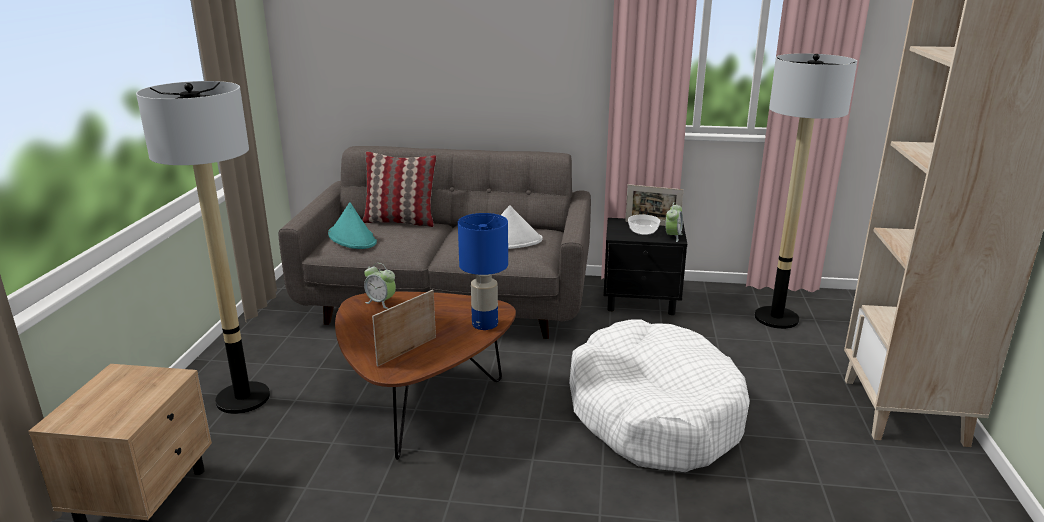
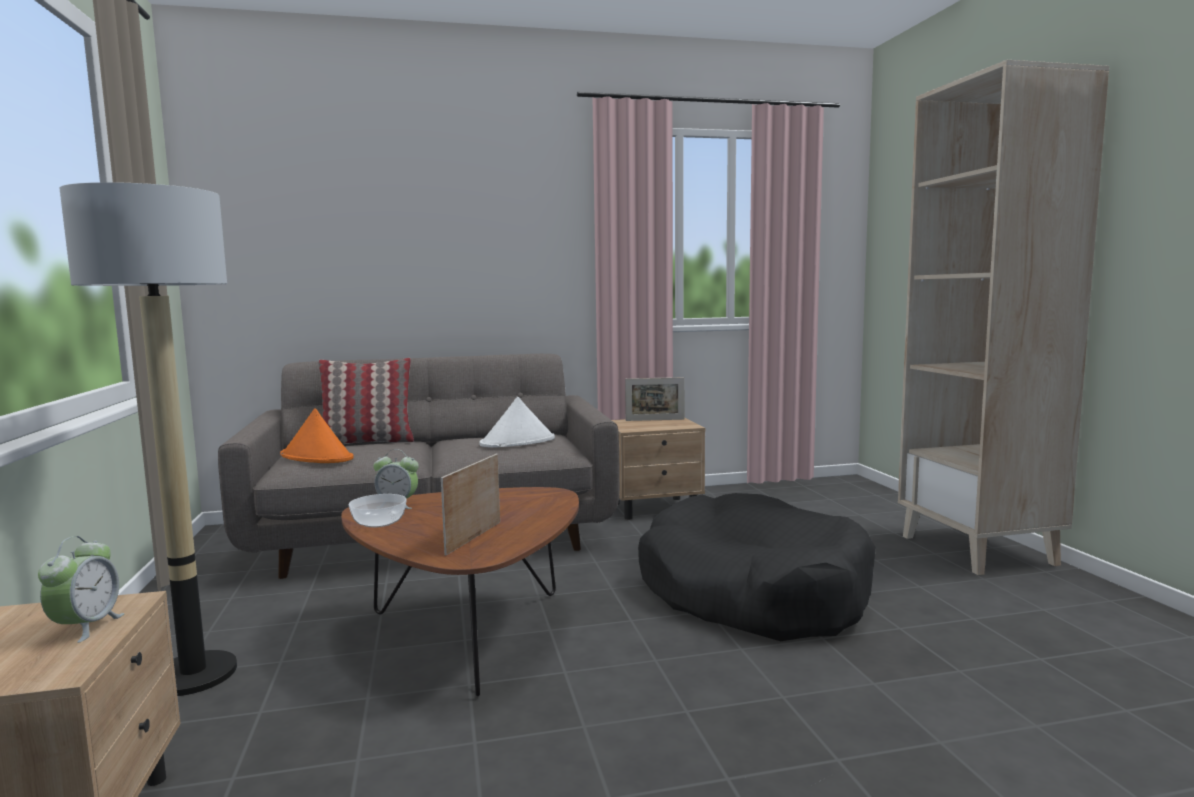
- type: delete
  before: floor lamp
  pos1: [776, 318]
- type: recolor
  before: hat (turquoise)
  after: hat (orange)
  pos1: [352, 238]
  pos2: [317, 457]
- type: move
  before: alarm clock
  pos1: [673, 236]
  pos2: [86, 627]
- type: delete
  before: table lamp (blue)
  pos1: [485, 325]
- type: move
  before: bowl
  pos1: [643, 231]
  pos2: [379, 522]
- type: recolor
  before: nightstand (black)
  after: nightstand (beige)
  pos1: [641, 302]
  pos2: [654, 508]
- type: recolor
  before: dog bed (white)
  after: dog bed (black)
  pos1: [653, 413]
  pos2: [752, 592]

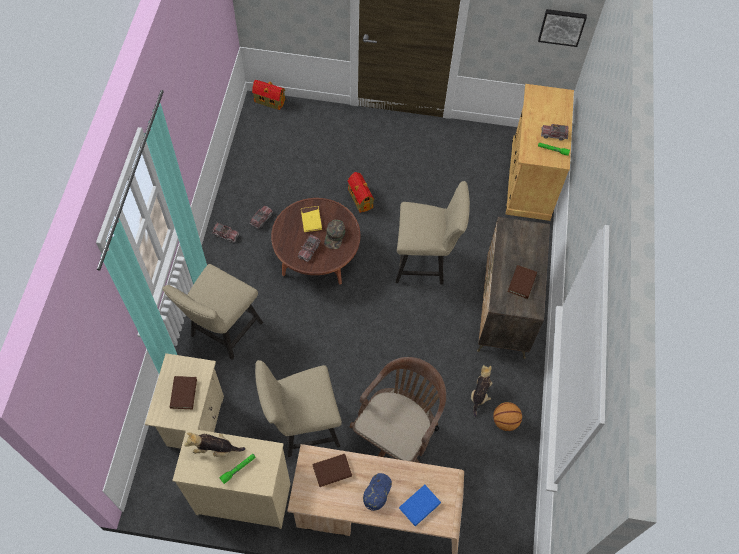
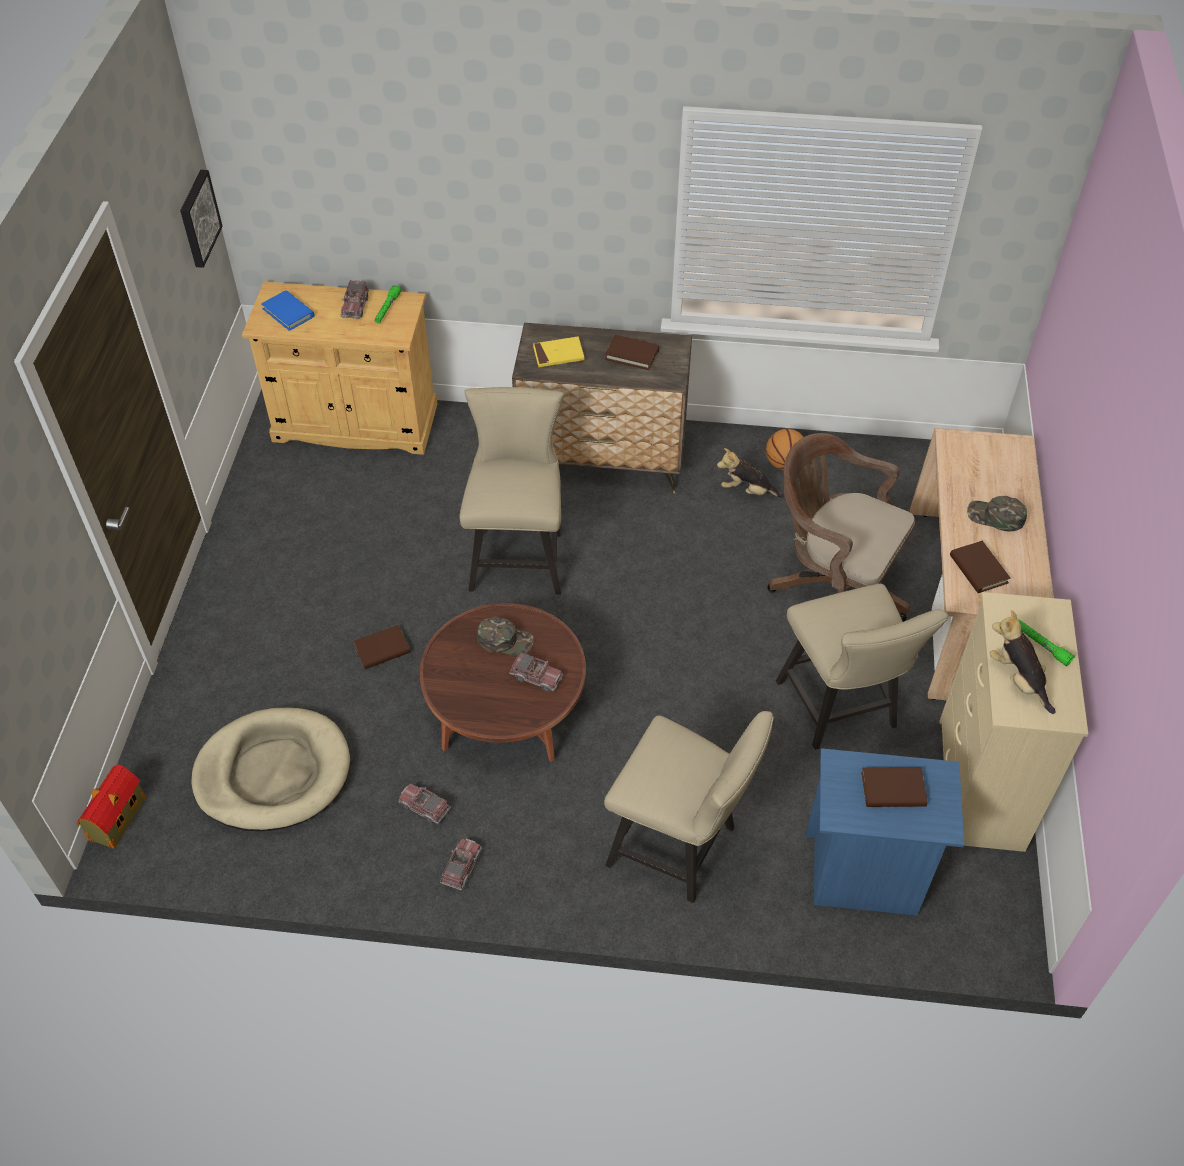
- type: replace
  before: toy house
  after: book (brown)
  pos1: [360, 198]
  pos2: [382, 649]
- type: move
  before: book (yellow)
  pos1: [311, 220]
  pos2: [558, 354]
- type: recolor
  before: nightstand (beige)
  after: nightstand (blue)
  pos1: [194, 422]
  pos2: [863, 875]
- type: rotate
  before: plush toy
  pos1: [215, 449]
  pos2: [1018, 679]
  turn: 150
- type: recolor
  before: cap (blue)
  after: cap (green)
  pos1: [377, 492]
  pos2: [995, 517]
- type: move
  before: book (blue)
  pos1: [419, 506]
  pos2: [288, 313]
- type: insert
  after: dog bed (beige)
  pos2: [273, 773]

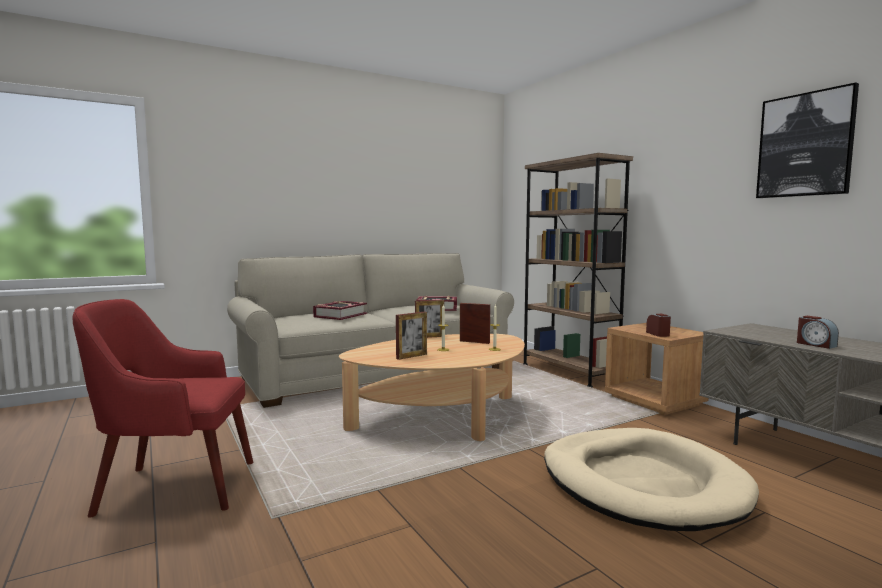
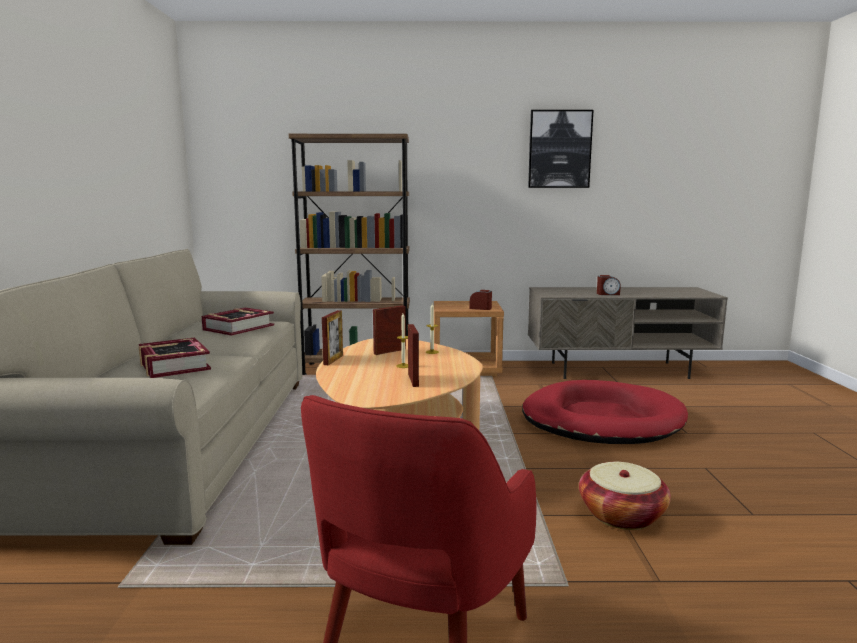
- type: recolor
  before: dog bed (beige)
  after: dog bed (red)
  pos1: [641, 483]
  pos2: [601, 420]
- type: insert
  after: basket
  pos2: [622, 515]

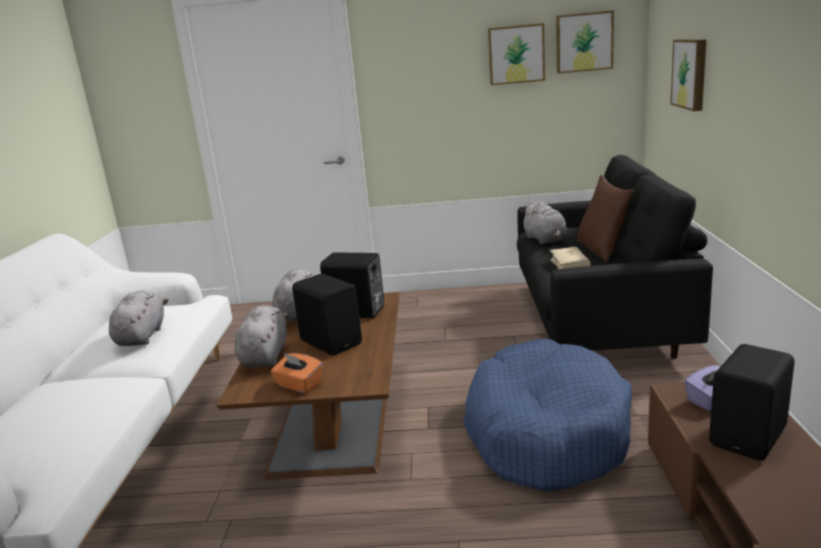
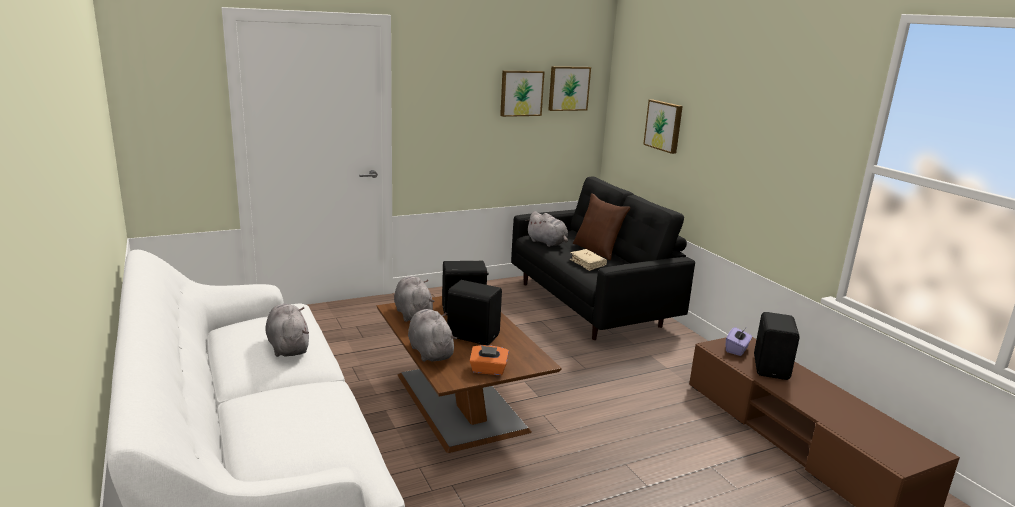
- type: delete
  before: dog bed (blue)
  pos1: [545, 432]

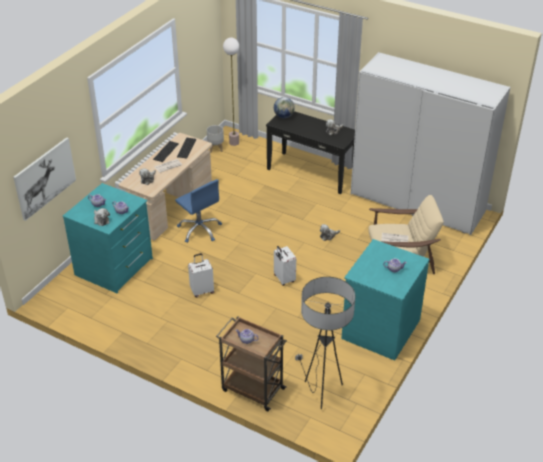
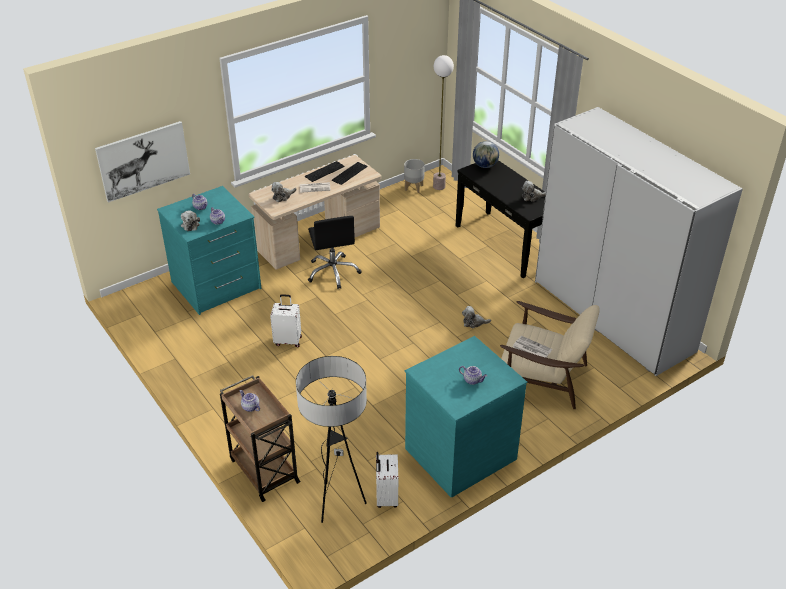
- type: recolor
  before: office chair (blue)
  after: office chair (black)
  pos1: [199, 229]
  pos2: [333, 272]
- type: move
  before: suitcase (white)
  pos1: [283, 279]
  pos2: [386, 497]

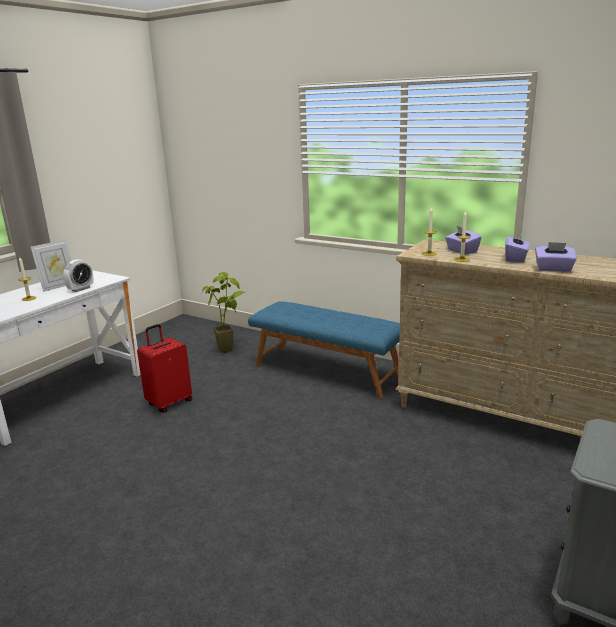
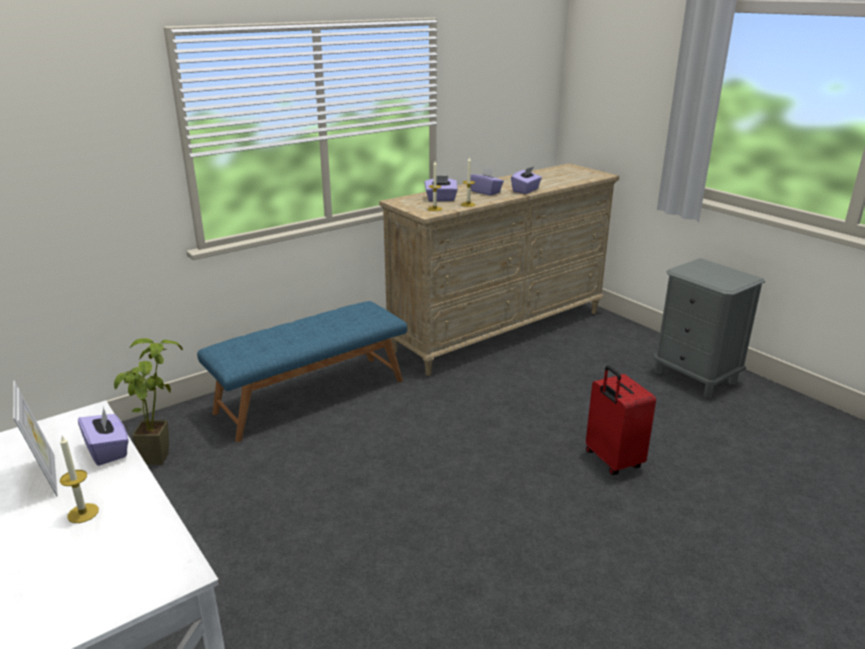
- type: replace
  before: alarm clock
  after: tissue box (purple)
  pos1: [81, 289]
  pos2: [108, 450]
- type: move
  before: suitcase (red)
  pos1: [169, 403]
  pos2: [612, 460]

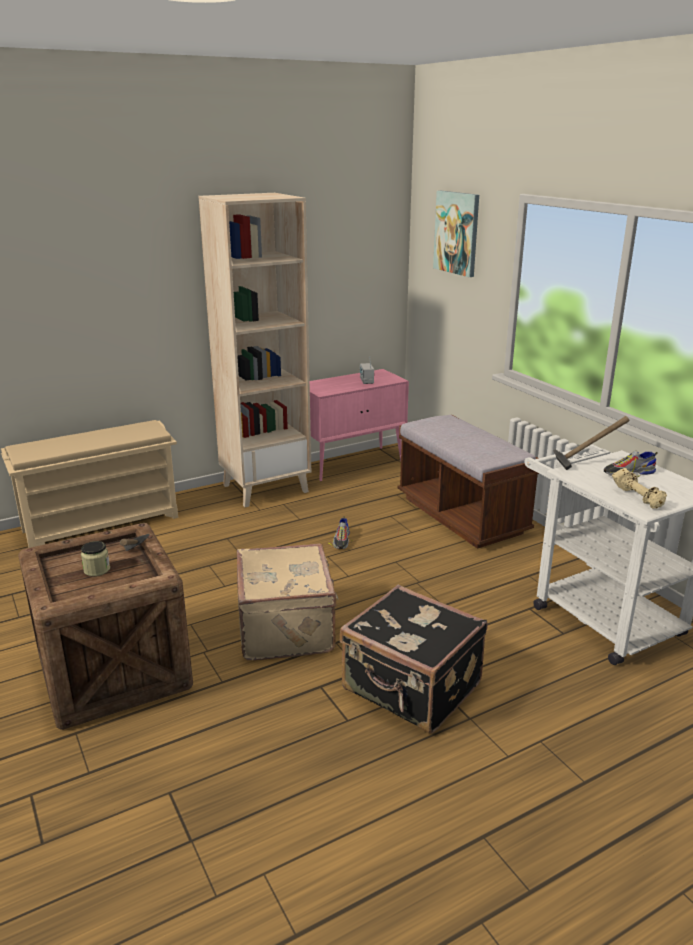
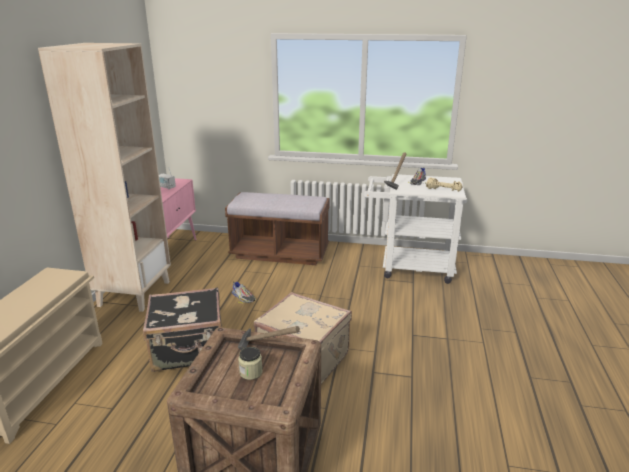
- type: delete
  before: picture
  pos1: [457, 233]
- type: move
  before: suitcase (black)
  pos1: [411, 688]
  pos2: [189, 350]

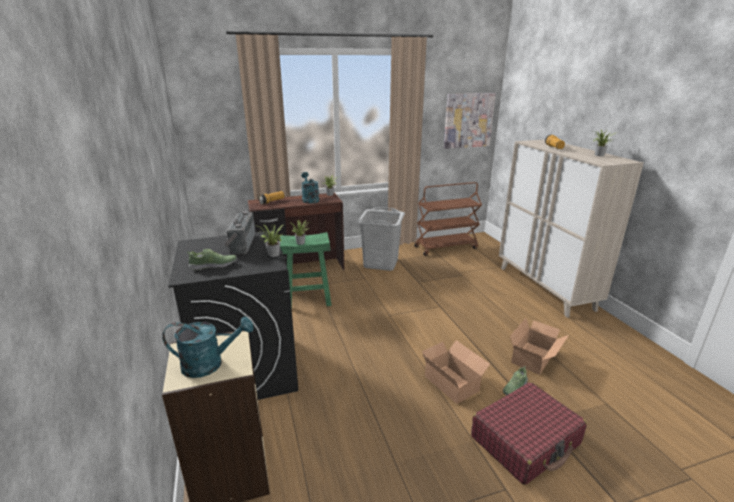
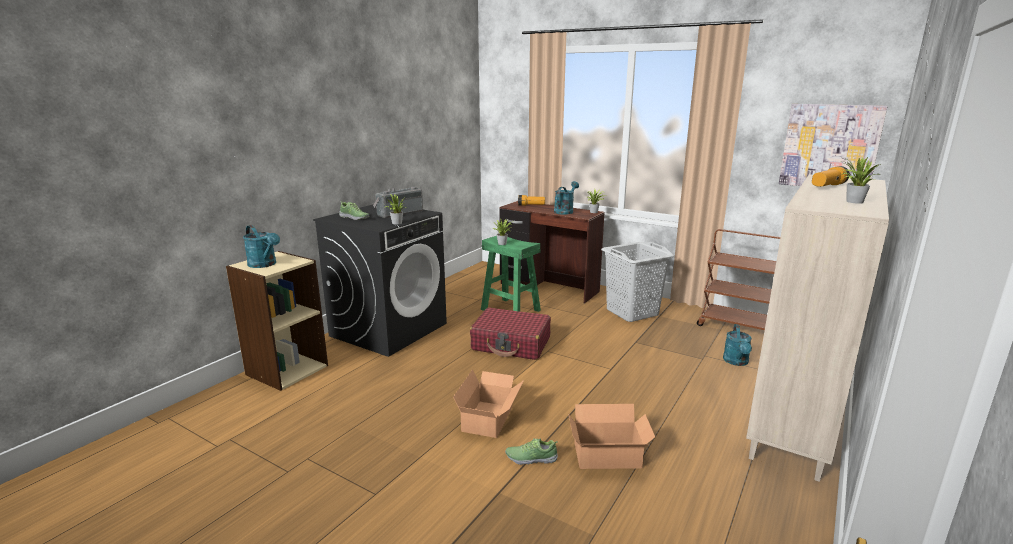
- type: move
  before: suitcase (red)
  pos1: [525, 441]
  pos2: [511, 344]
- type: insert
  after: watering can (turquoise)
  pos2: [736, 362]

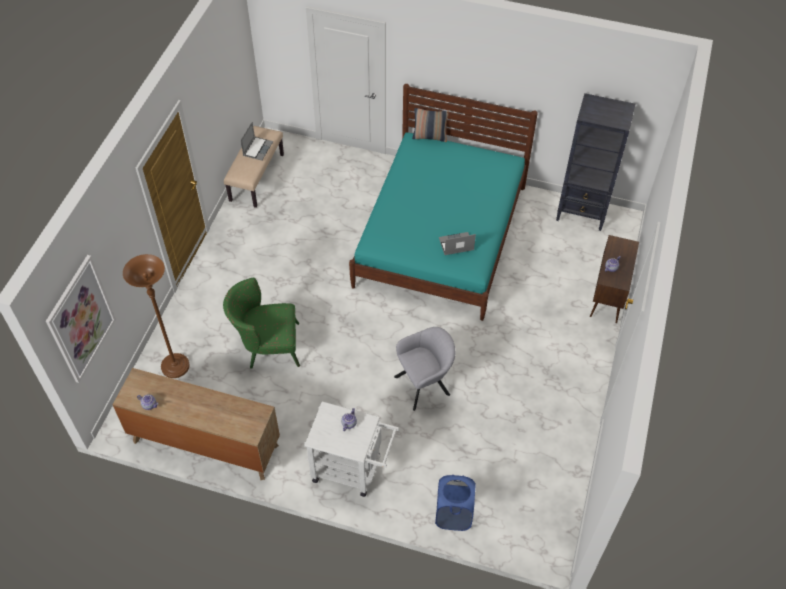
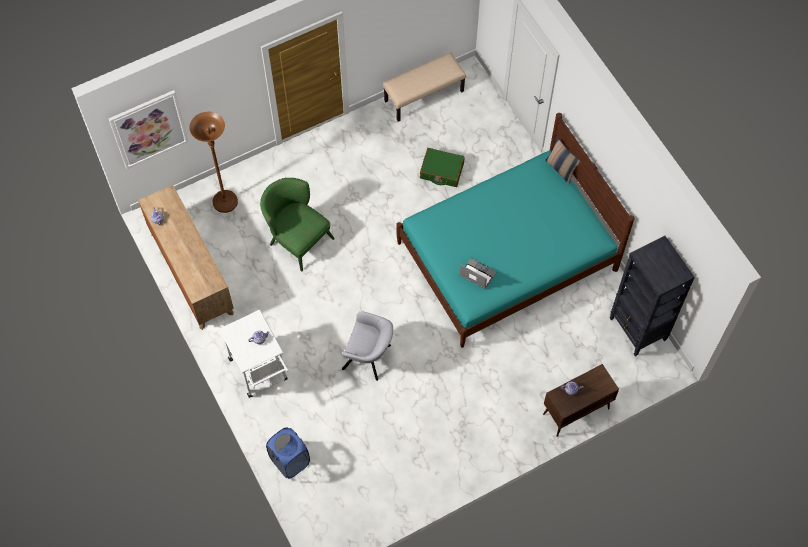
- type: delete
  before: laptop
  pos1: [257, 148]
- type: insert
  after: suitcase (green)
  pos2: [441, 171]

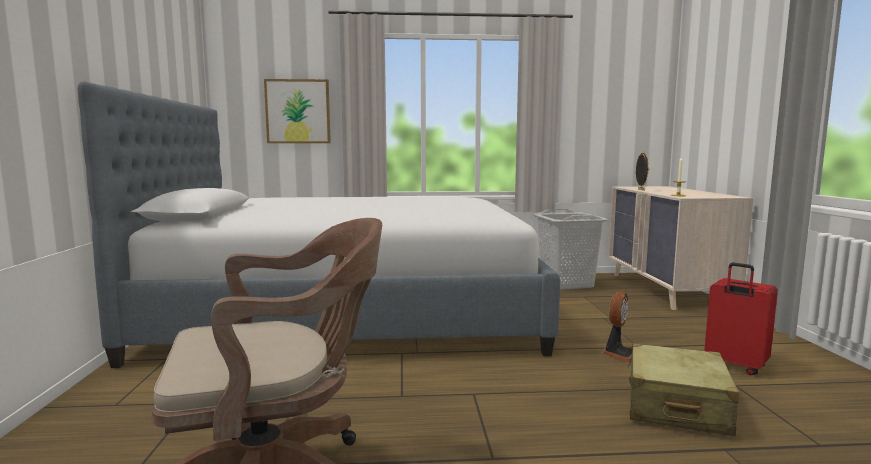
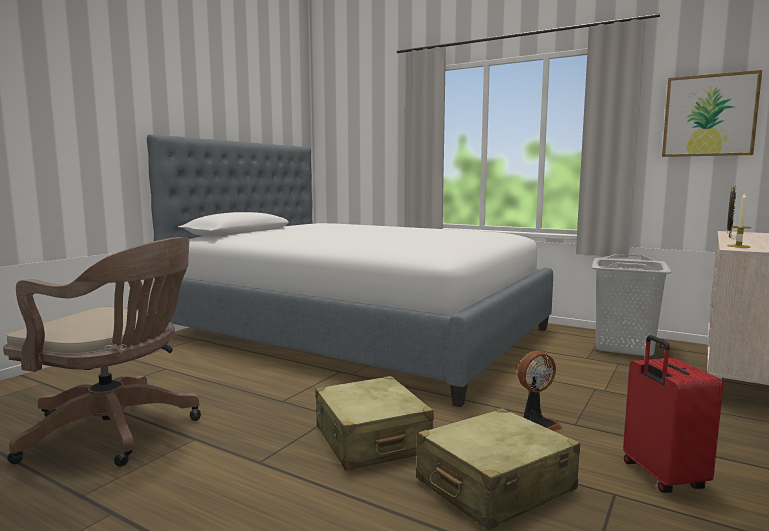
- type: move
  before: picture
  pos1: [298, 111]
  pos2: [709, 115]
- type: insert
  after: suitcase (beige)
  pos2: [371, 440]

